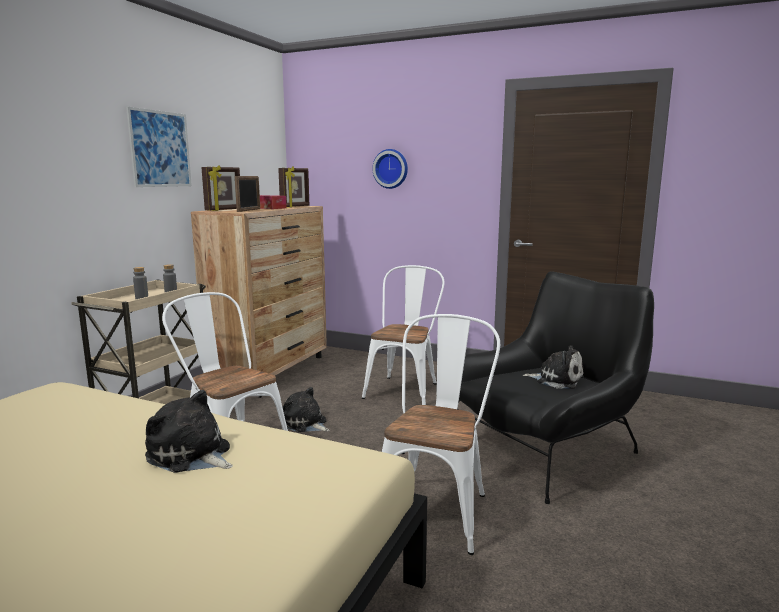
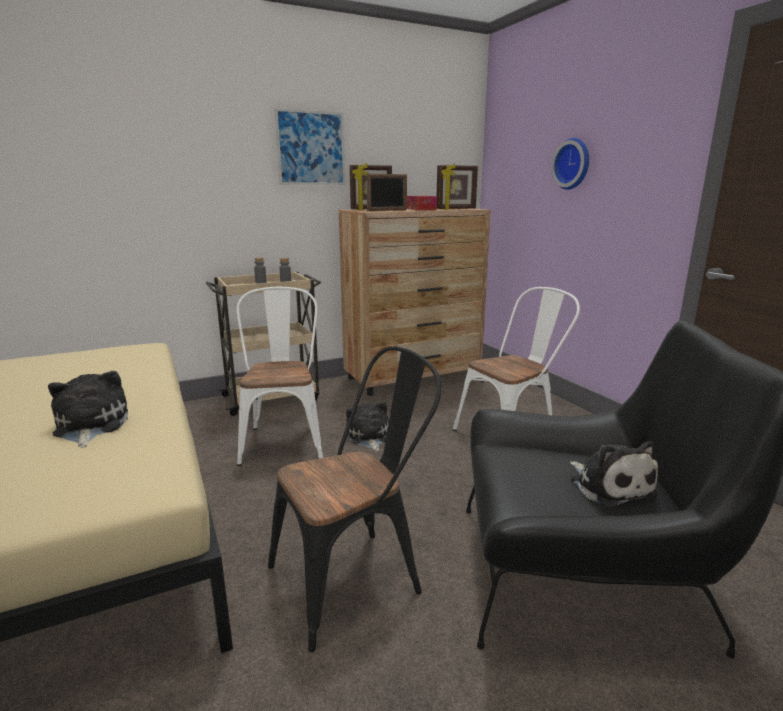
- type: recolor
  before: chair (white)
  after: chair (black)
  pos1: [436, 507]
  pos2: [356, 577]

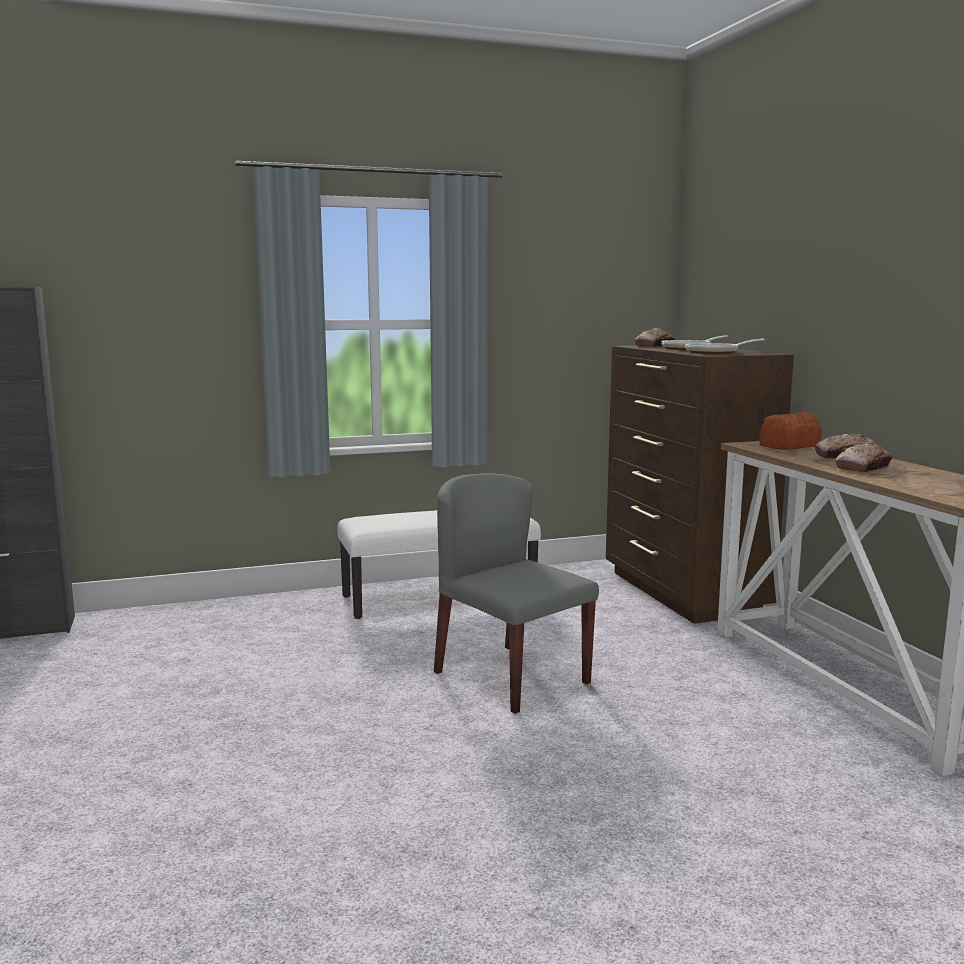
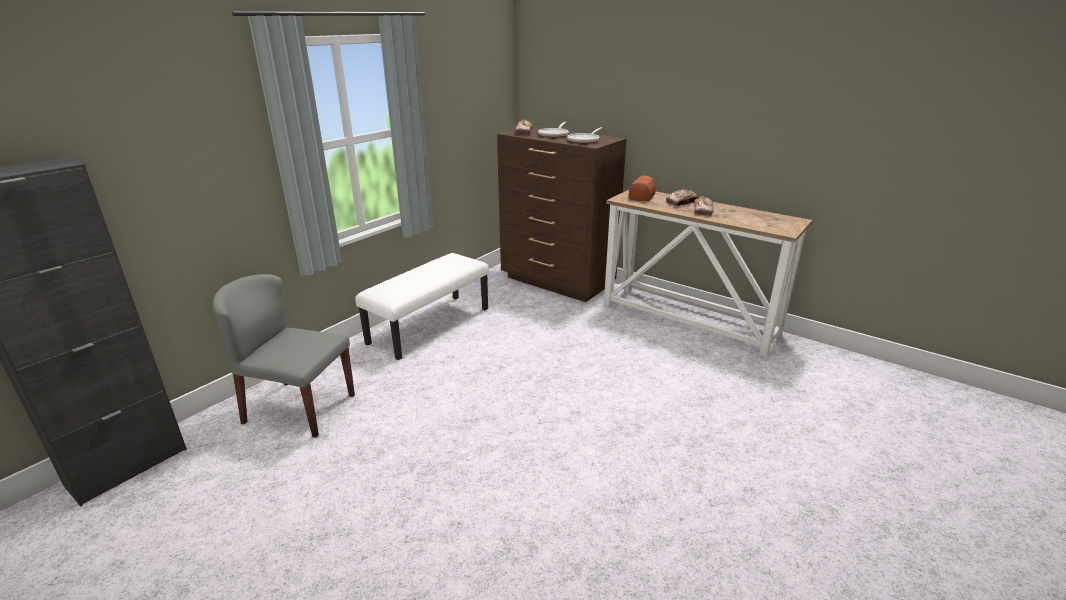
- type: move
  before: chair (grey)
  pos1: [510, 677]
  pos2: [299, 408]

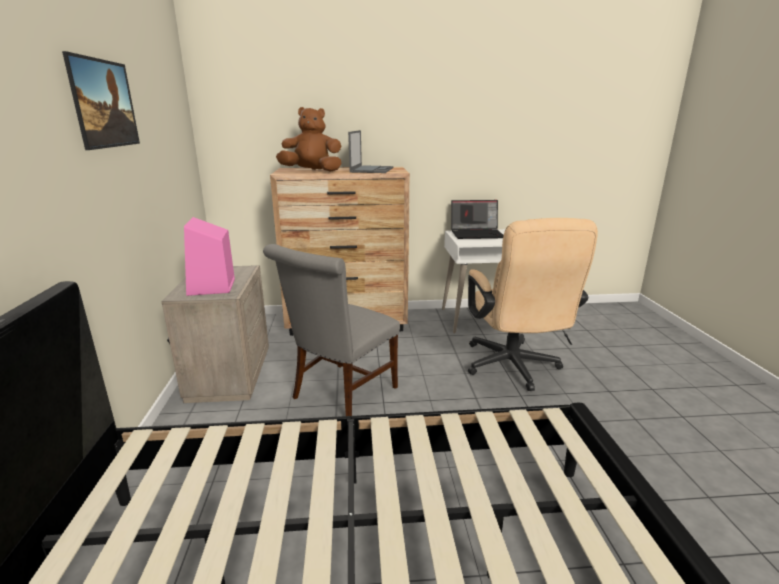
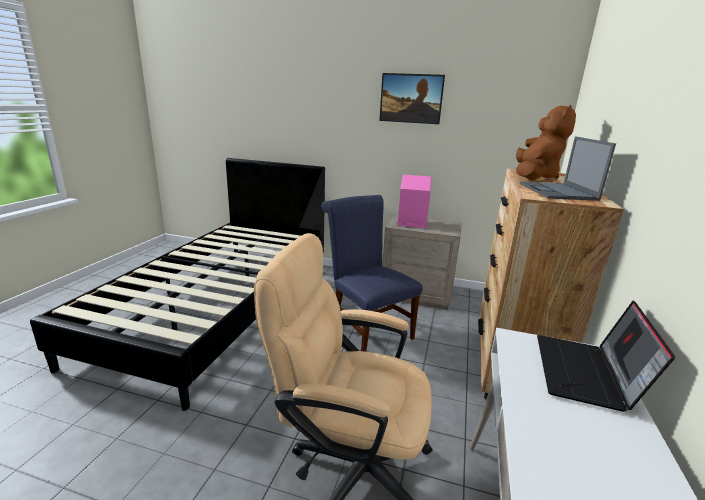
- type: rotate
  before: laptop
  pos1: [372, 170]
  pos2: [557, 191]
  turn: 60
- type: recolor
  before: chair (grey)
  after: chair (blue)
  pos1: [340, 395]
  pos2: [366, 330]

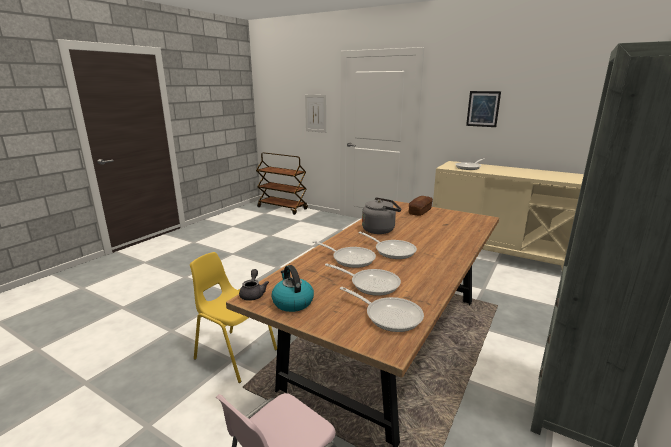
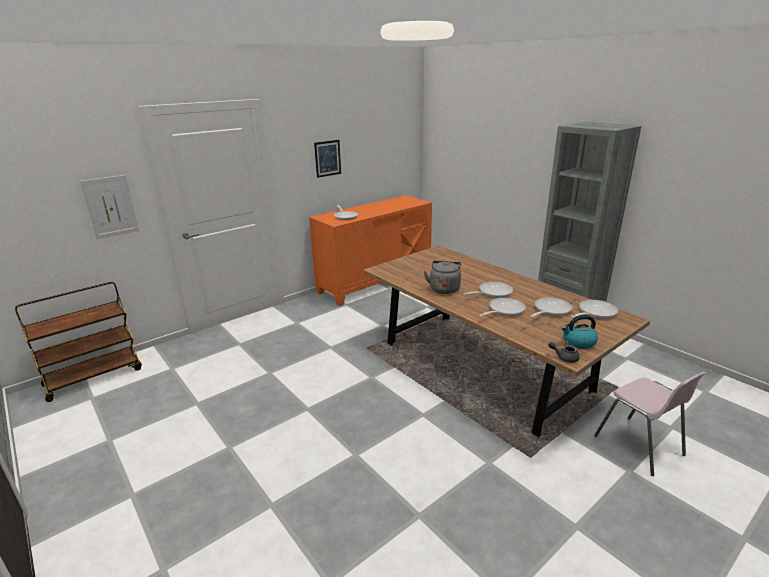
- type: recolor
  before: cabinet (beige)
  after: cabinet (orange)
  pos1: [498, 253]
  pos2: [375, 282]
- type: delete
  before: bread
  pos1: [420, 211]
- type: delete
  before: chair (yellow)
  pos1: [235, 354]

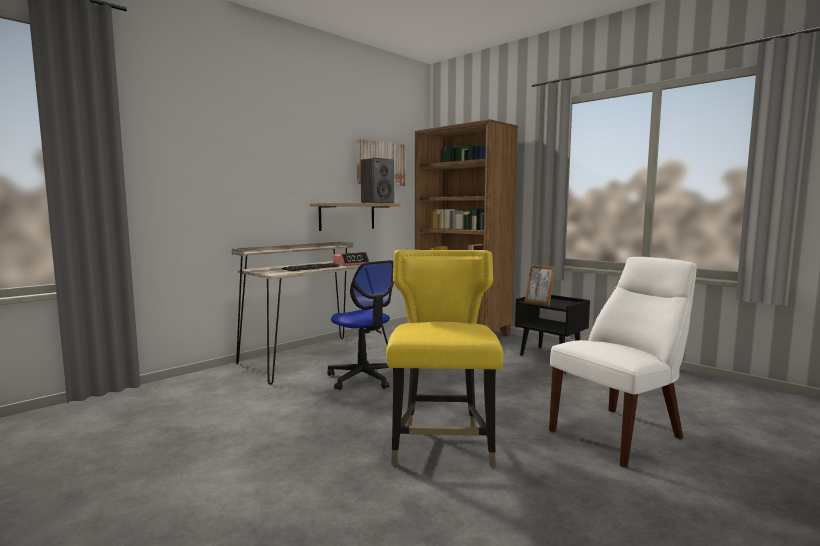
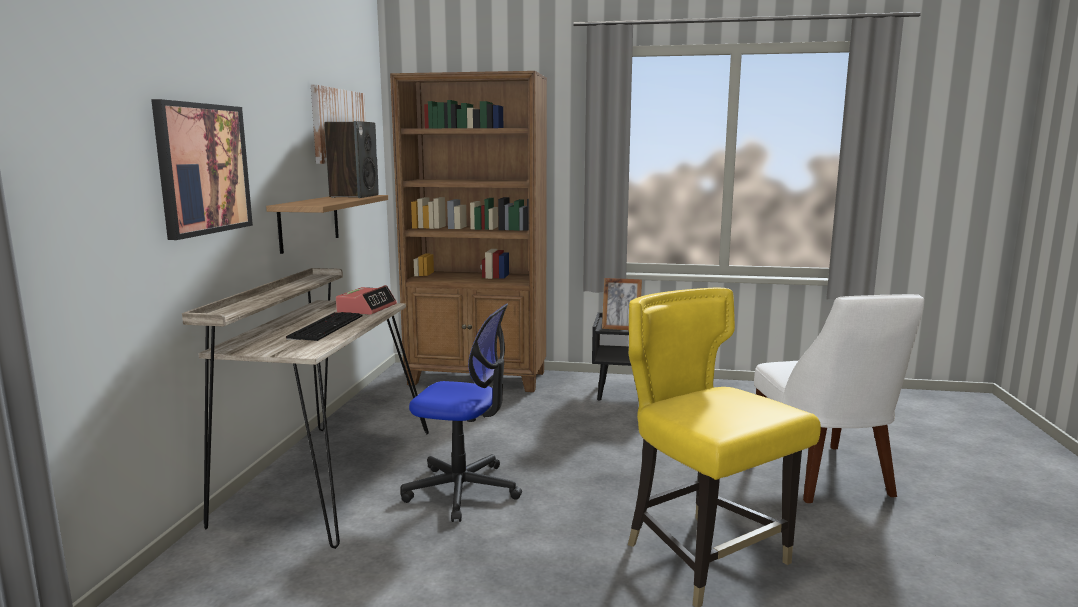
- type: rotate
  before: chair (white)
  pos1: [620, 433]
  pos2: [824, 476]
  turn: 150
- type: insert
  after: picture
  pos2: [203, 169]

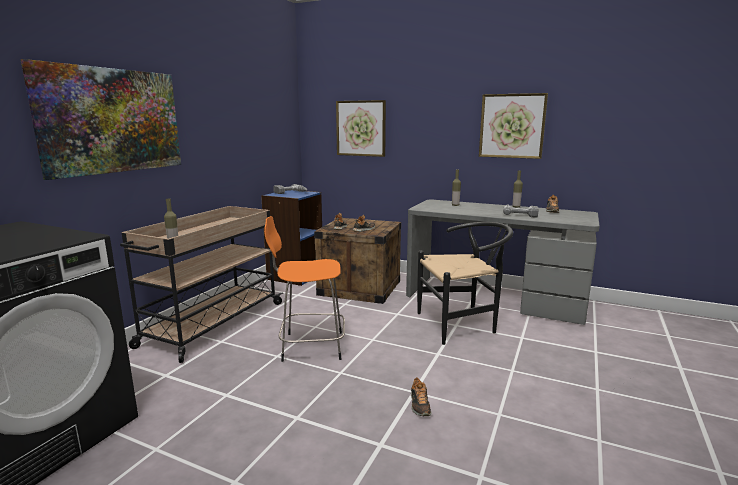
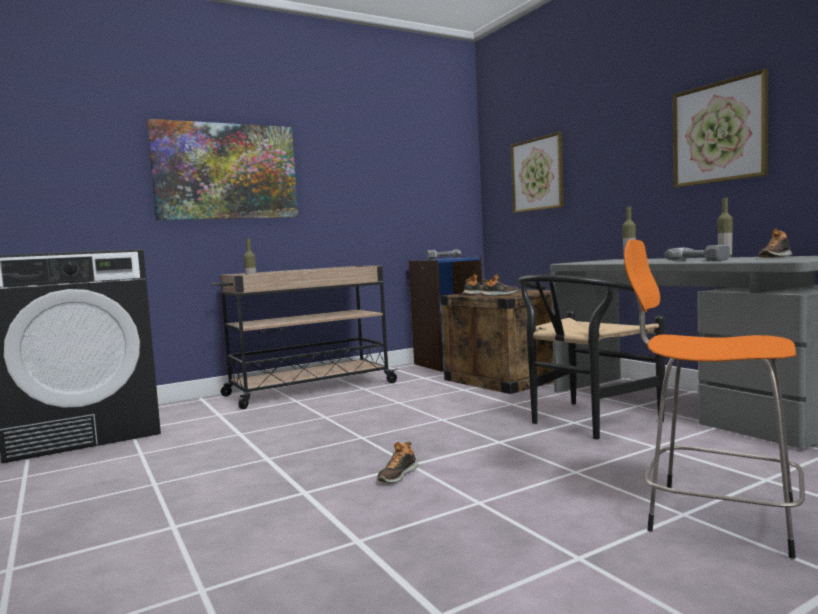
- type: move
  before: stool (orange)
  pos1: [310, 346]
  pos2: [715, 516]
- type: rotate
  before: chair (black)
  pos1: [462, 324]
  pos2: [584, 422]
  turn: 120

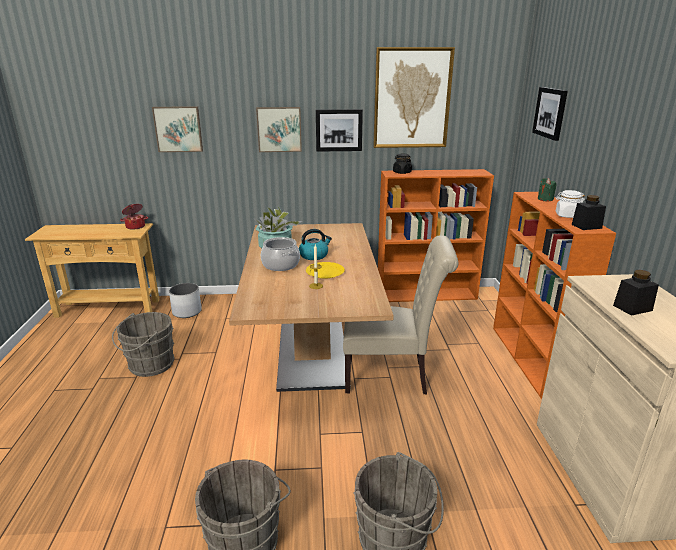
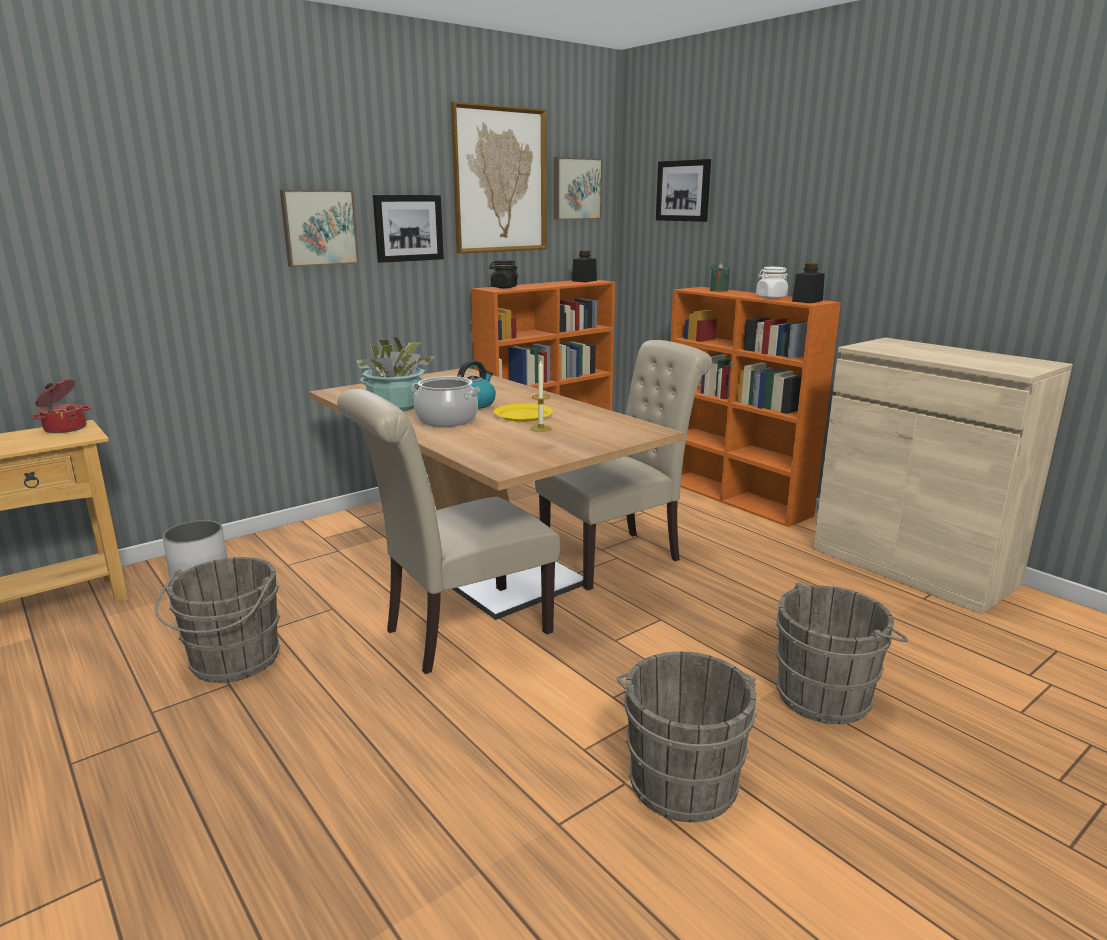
- type: move
  before: picture
  pos1: [178, 129]
  pos2: [576, 189]
- type: move
  before: jar (black)
  pos1: [632, 308]
  pos2: [584, 281]
- type: insert
  after: chair (beige)
  pos2: [458, 633]

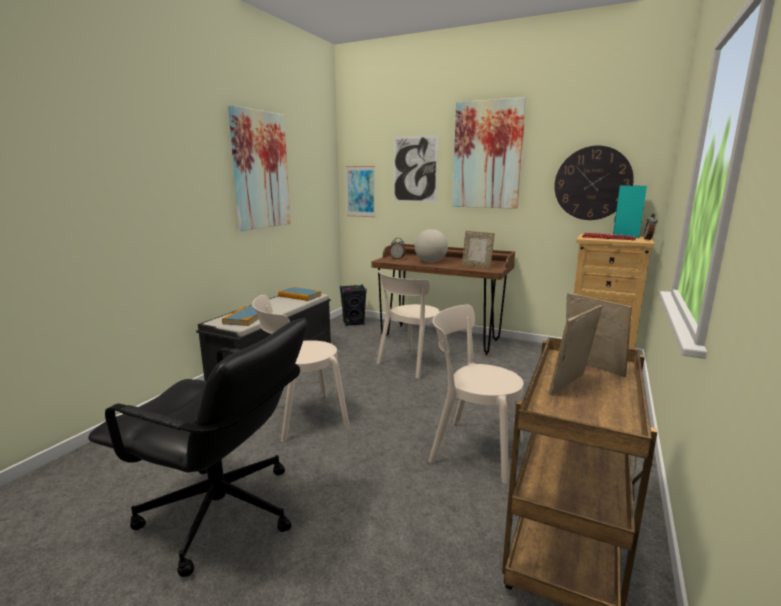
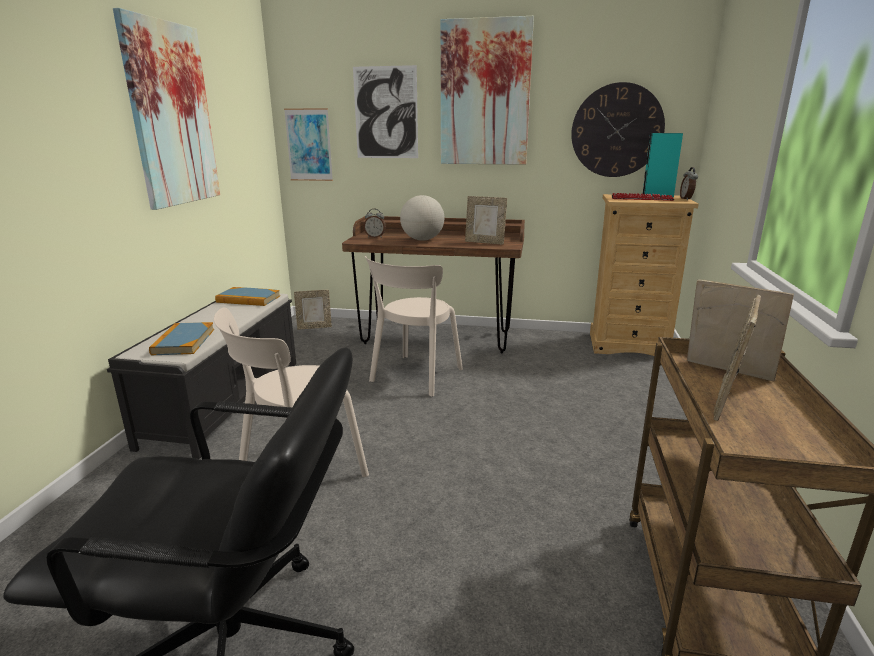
- type: replace
  before: speaker (black)
  after: picture frame
  pos1: [353, 323]
  pos2: [314, 327]
- type: delete
  before: chair (beige)
  pos1: [472, 449]

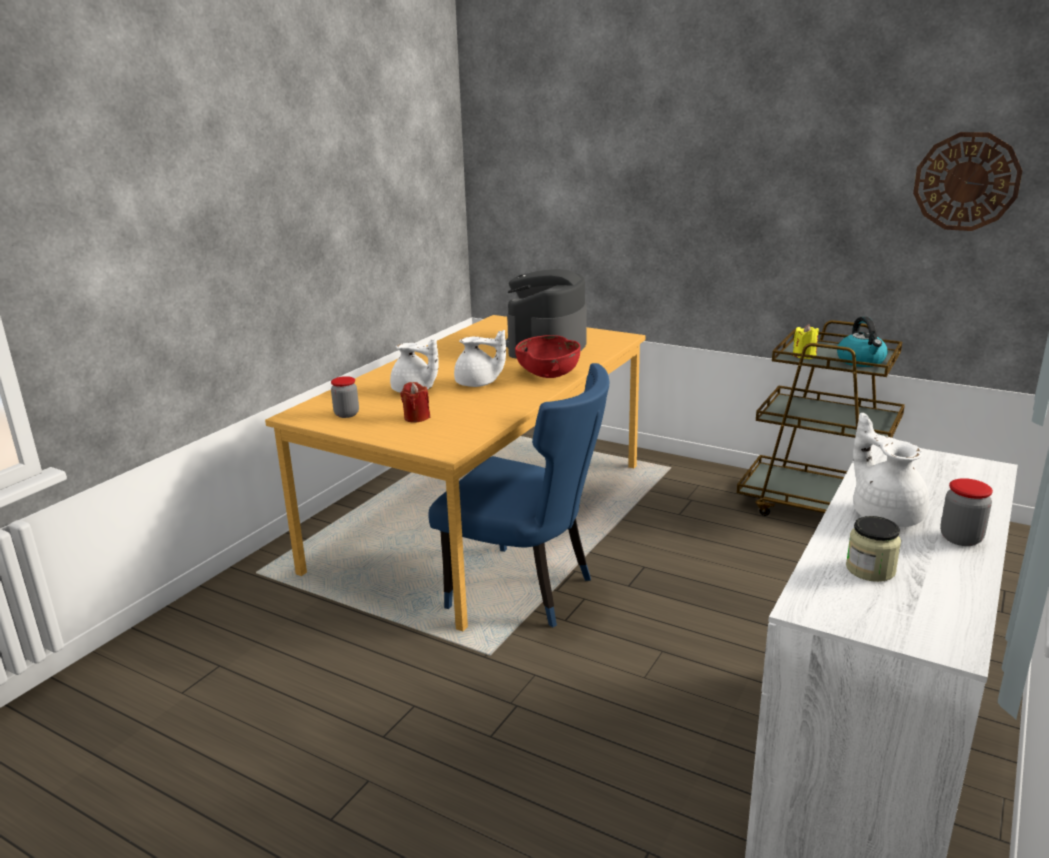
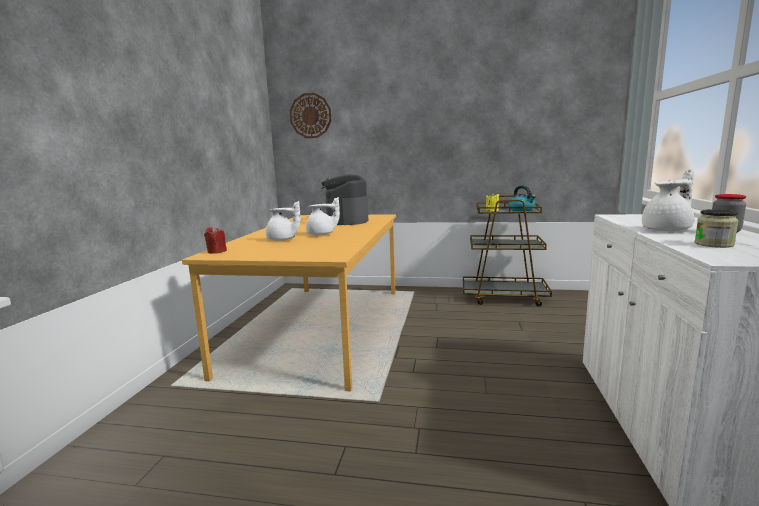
- type: move
  before: wall clock
  pos1: [966, 182]
  pos2: [310, 115]
- type: delete
  before: bowl (red)
  pos1: [549, 374]
- type: delete
  before: chair (blue)
  pos1: [527, 591]
- type: delete
  before: jar
  pos1: [346, 414]
- type: move
  before: candle (red)
  pos1: [416, 417]
  pos2: [216, 251]
- type: rotate
  before: teapot (white)
  pos1: [885, 514]
  pos2: [668, 230]
  turn: 105

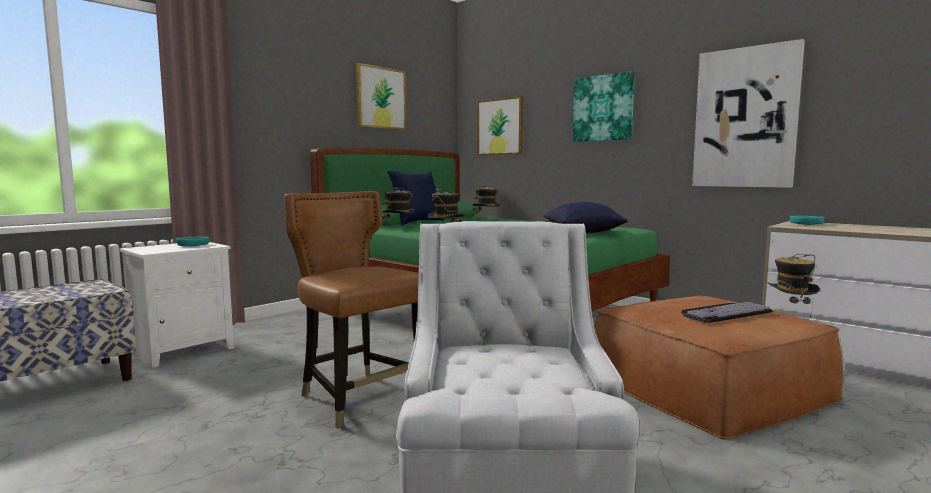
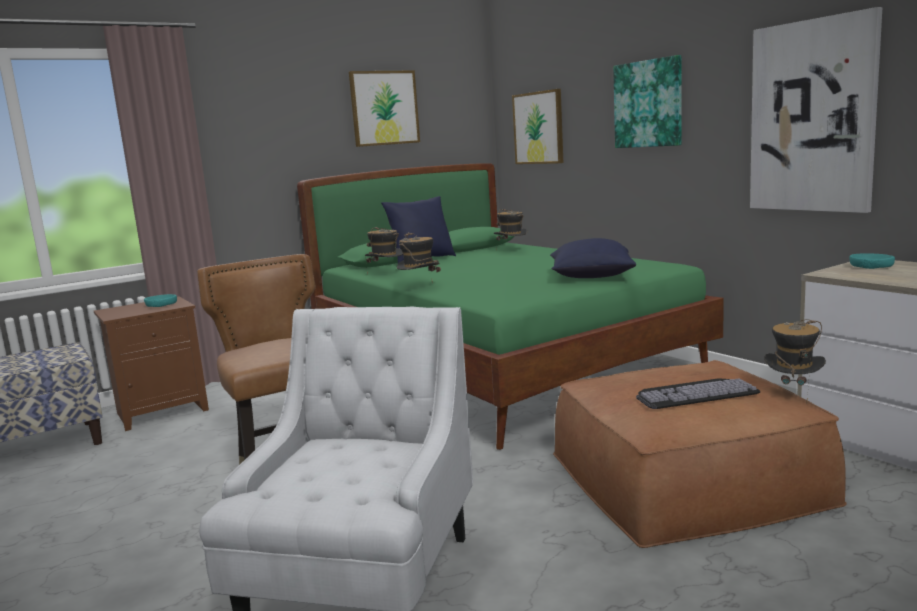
- type: recolor
  before: nightstand (white)
  after: nightstand (brown)
  pos1: [184, 350]
  pos2: [162, 411]

